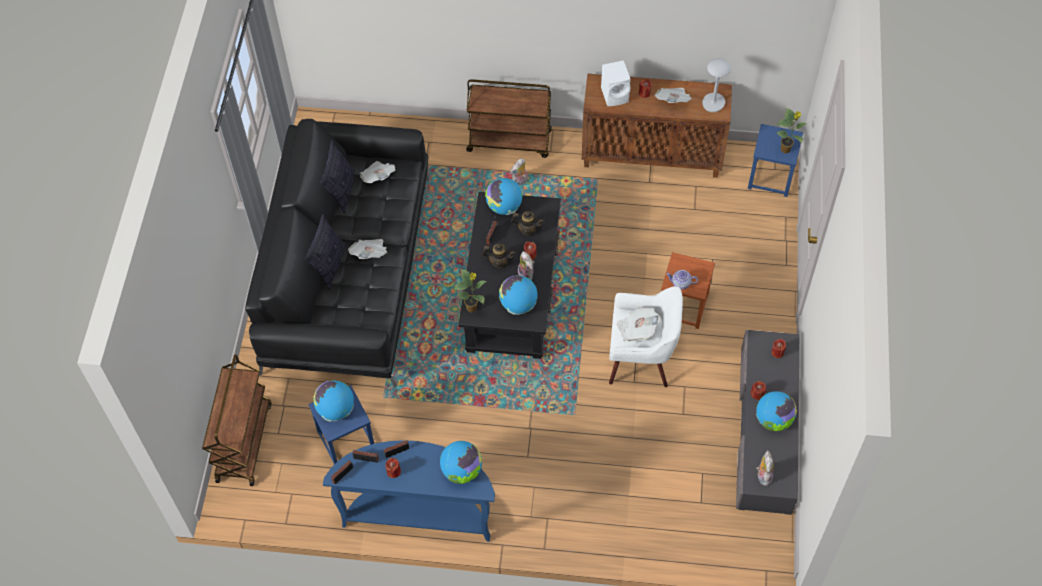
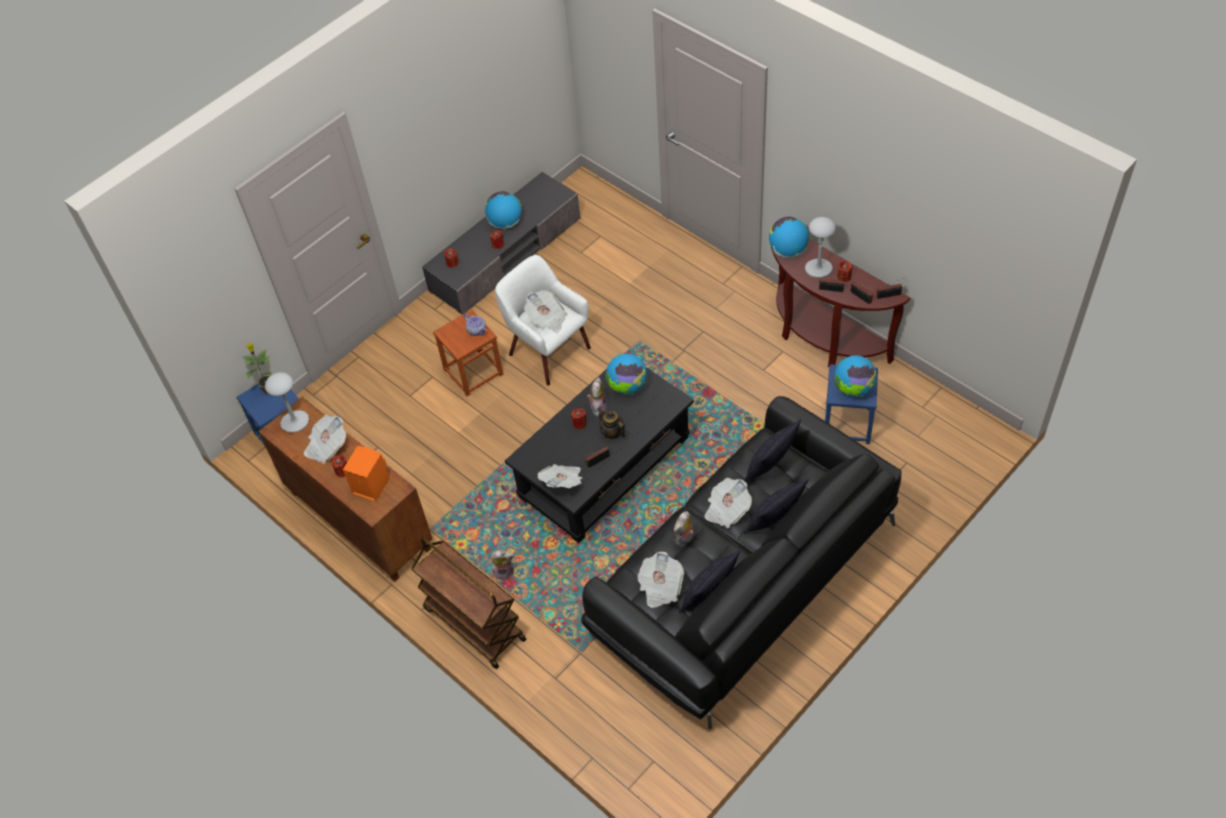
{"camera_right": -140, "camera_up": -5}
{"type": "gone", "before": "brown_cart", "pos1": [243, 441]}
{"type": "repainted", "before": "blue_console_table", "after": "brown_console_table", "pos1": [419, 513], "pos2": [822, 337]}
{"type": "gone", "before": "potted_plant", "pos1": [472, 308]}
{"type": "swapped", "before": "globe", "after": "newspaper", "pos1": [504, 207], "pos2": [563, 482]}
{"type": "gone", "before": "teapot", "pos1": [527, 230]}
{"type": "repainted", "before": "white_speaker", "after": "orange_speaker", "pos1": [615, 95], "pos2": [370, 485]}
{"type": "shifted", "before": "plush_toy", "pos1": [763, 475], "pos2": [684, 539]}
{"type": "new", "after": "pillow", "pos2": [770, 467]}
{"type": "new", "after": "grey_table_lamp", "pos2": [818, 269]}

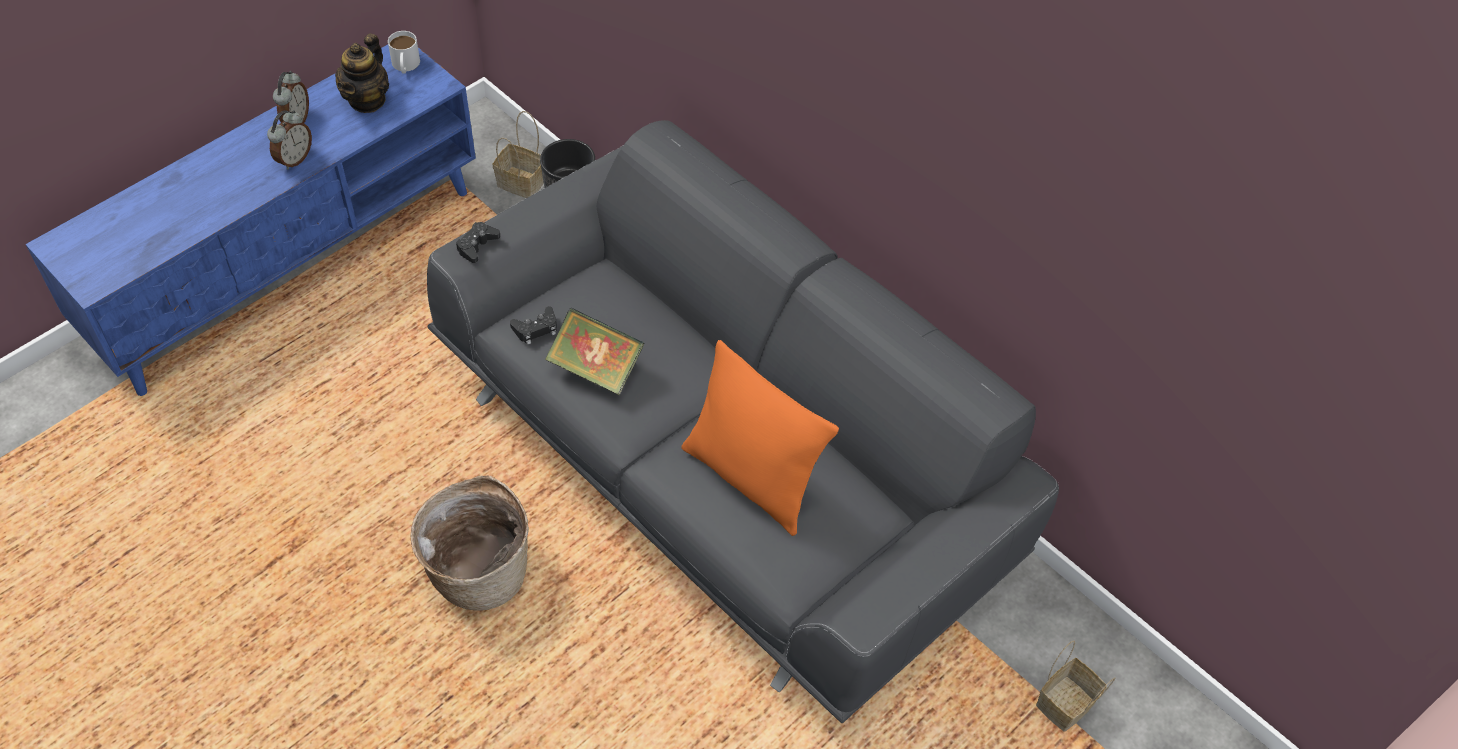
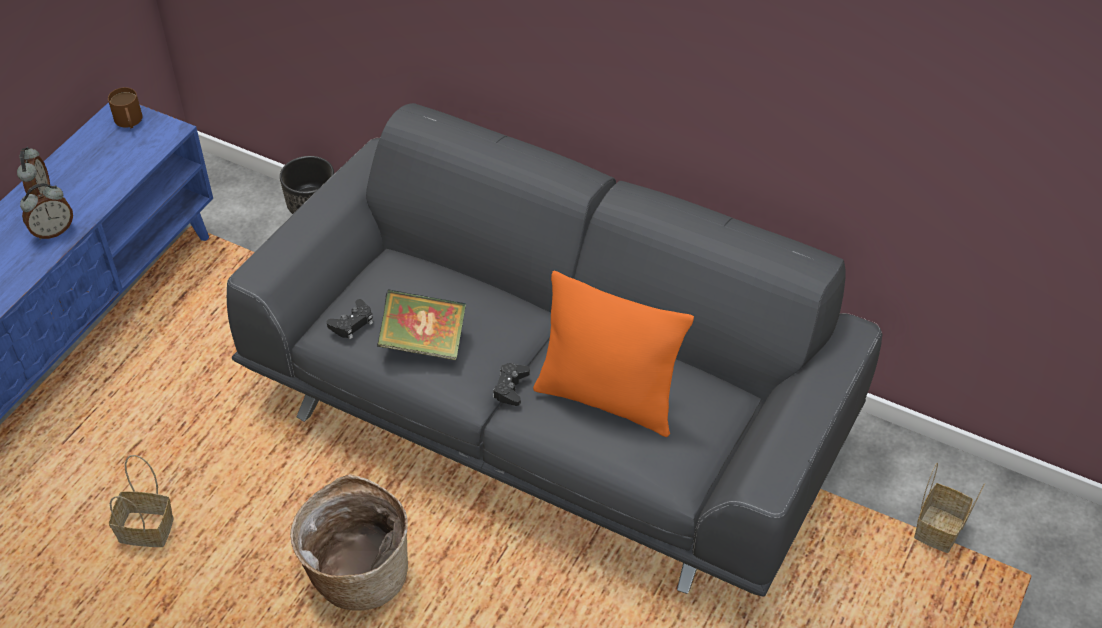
{"camera_right": -15, "camera_up": -5}
{"type": "rotated", "before": "alarm_clock", "pos1": [294, 159], "pos2": [53, 231], "turn": 45}
{"type": "gone", "before": "teapot", "pos1": [367, 100]}
{"type": "repainted", "before": "white_mug", "after": "brown_mug", "pos1": [405, 66], "pos2": [129, 121]}
{"type": "shifted", "before": "black_game_controller", "pos1": [477, 245], "pos2": [510, 387]}
{"type": "shifted", "before": "basket", "pos1": [523, 182], "pos2": [148, 530]}

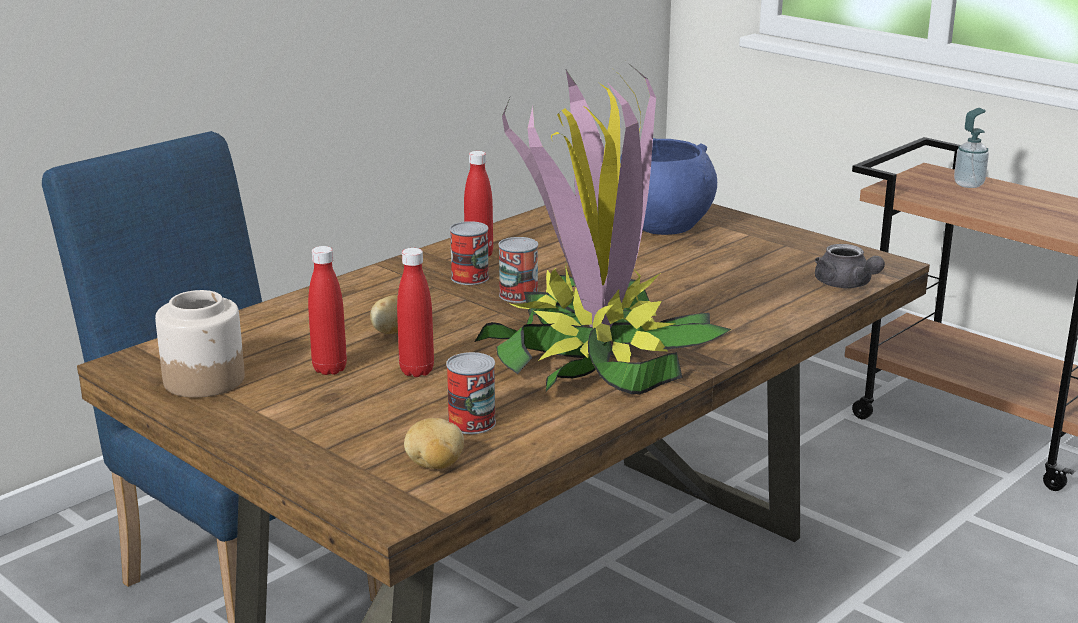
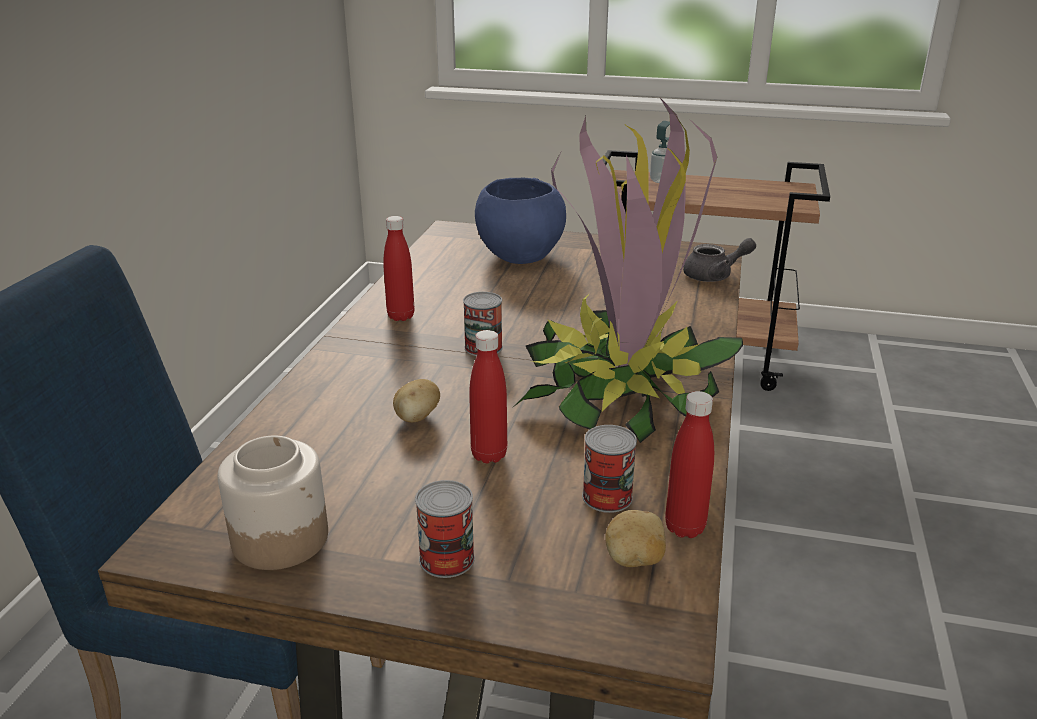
{"camera_right": -30, "camera_up": 5}
{"type": "shifted", "before": "red_bottle", "pos1": [329, 369], "pos2": [685, 528]}
{"type": "shifted", "before": "can", "pos1": [470, 277], "pos2": [447, 559]}
{"type": "rotated", "before": "grey_teapot", "pos1": [846, 285], "pos2": [714, 276], "turn": -45}

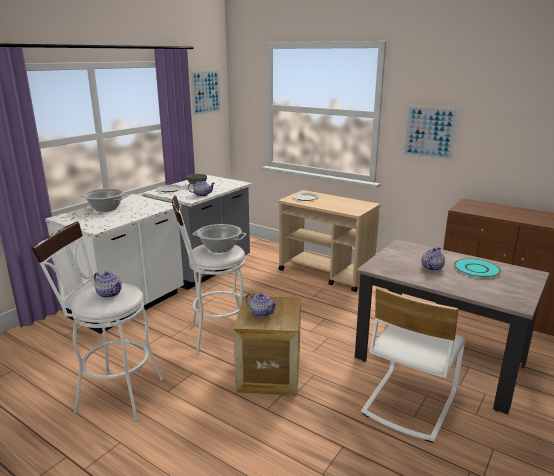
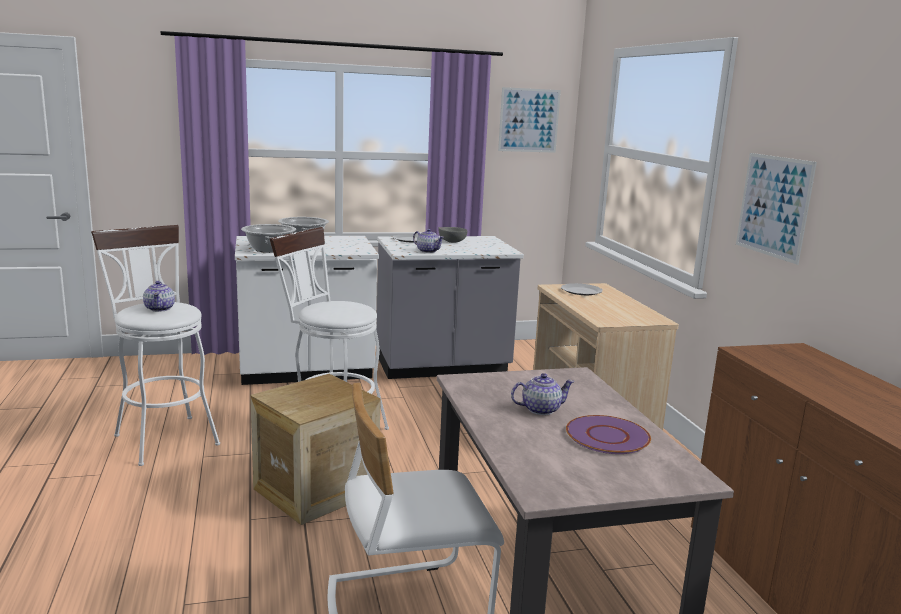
{"camera_right": 40, "camera_up": -5}
{"type": "shifted", "before": "cooking_pot", "pos1": [220, 248], "pos2": [269, 249]}
{"type": "gone", "before": "teapot", "pos1": [261, 313]}
{"type": "repainted", "before": "turquoise_plate", "after": "purple_plate", "pos1": [476, 269], "pos2": [607, 436]}

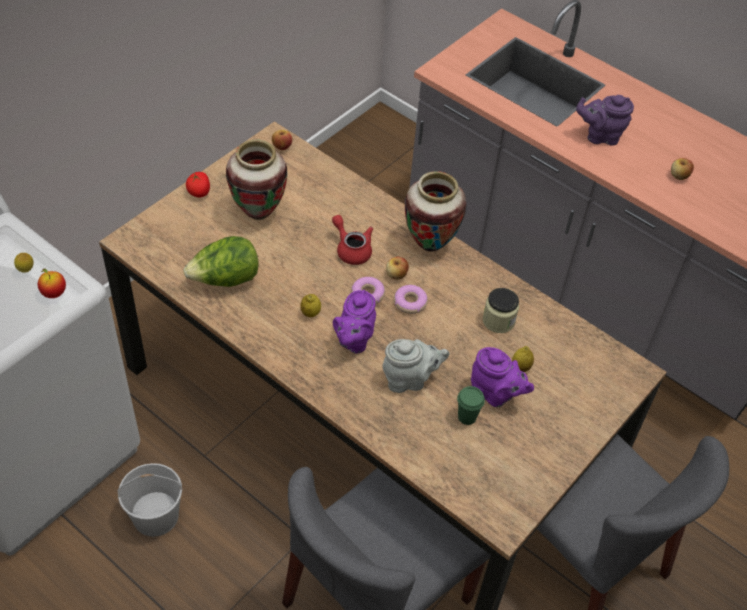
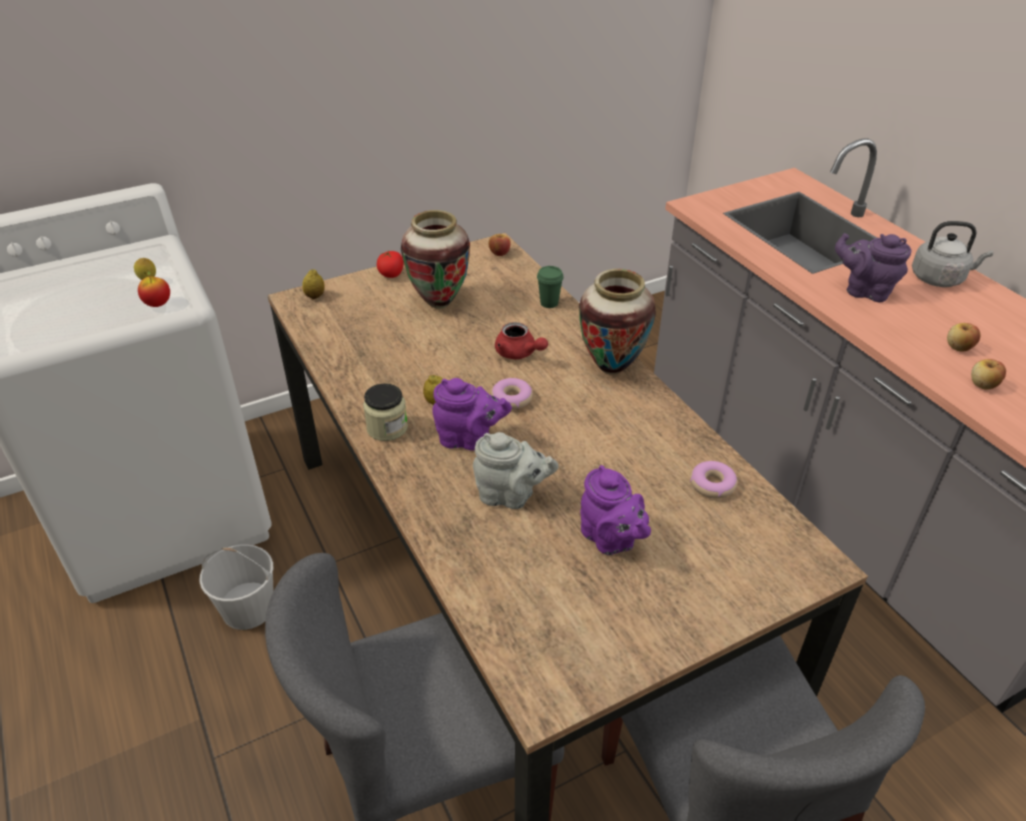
{"camera_right": 25, "camera_up": -10}
{"type": "gone", "before": "lettuce", "pos1": [225, 280]}
{"type": "rotated", "before": "red_teapot", "pos1": [351, 249], "pos2": [519, 353], "turn": 150}
{"type": "rotated", "before": "purple_teapot", "pos1": [354, 340], "pos2": [469, 439], "turn": -120}
{"type": "shifted", "before": "apple", "pos1": [396, 275], "pos2": [983, 385]}
{"type": "shifted", "before": "donut", "pos1": [410, 302], "pos2": [712, 484]}
{"type": "shifted", "before": "green_cup", "pos1": [467, 417], "pos2": [549, 303]}
{"type": "shifted", "before": "jar", "pos1": [498, 321], "pos2": [387, 428]}
{"type": "shifted", "before": "lemon", "pos1": [521, 367], "pos2": [315, 296]}
{"type": "new", "after": "grey_kettle", "pos2": [940, 279]}

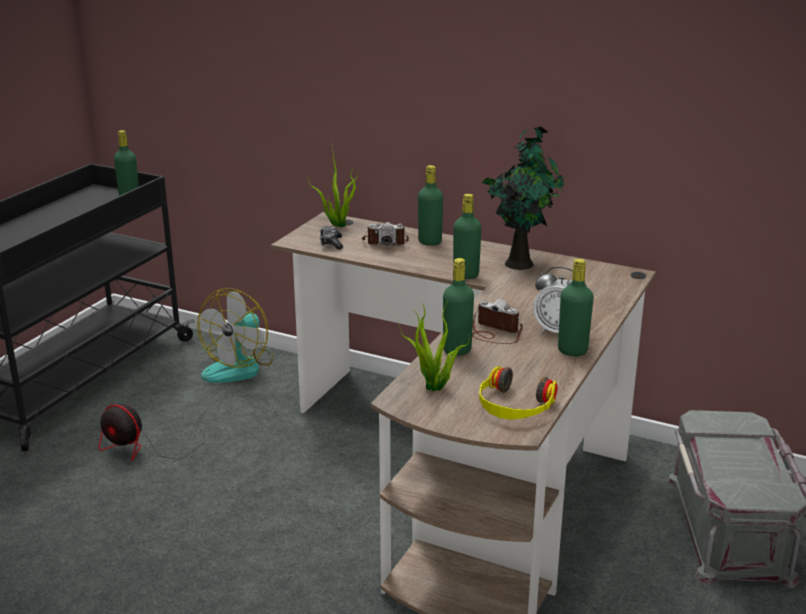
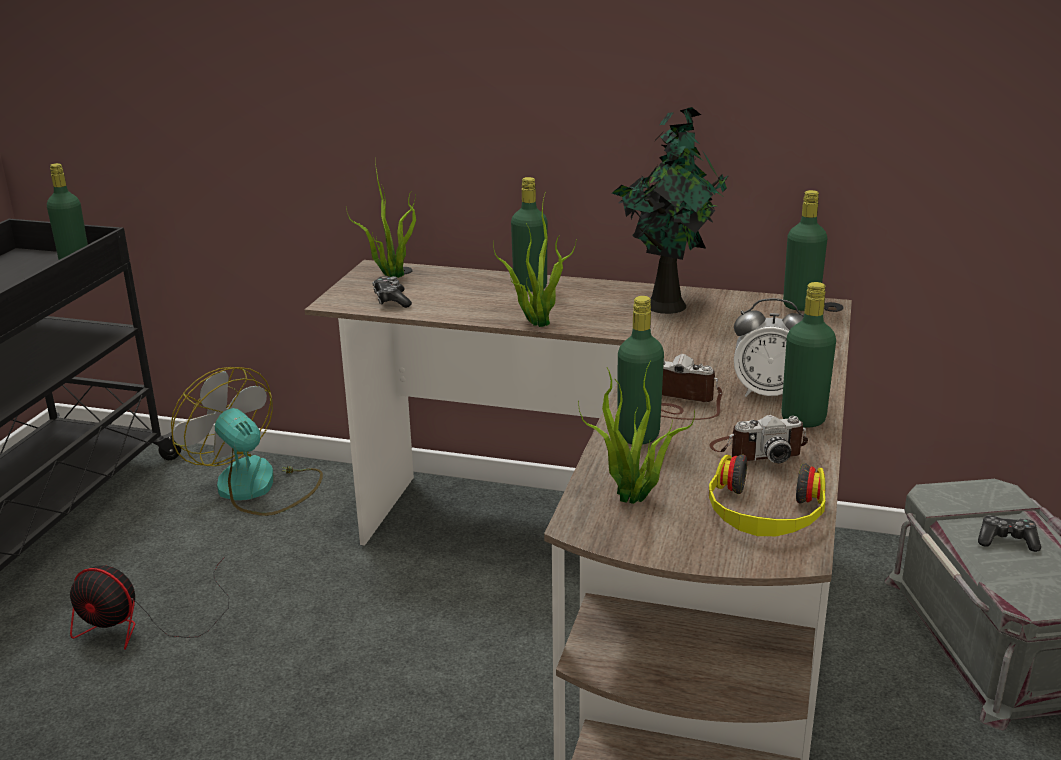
{"camera_right": -10, "camera_up": 0}
{"type": "rotated", "before": "fan", "pos1": [239, 366], "pos2": [257, 488], "turn": 120}
{"type": "shifted", "before": "photo_camera", "pos1": [385, 242], "pos2": [757, 451]}
{"type": "shifted", "before": "green_bottle", "pos1": [466, 275], "pos2": [801, 306]}
{"type": "new", "after": "potted_plant", "pos2": [537, 322]}
{"type": "new", "after": "game_controller", "pos2": [1006, 541]}

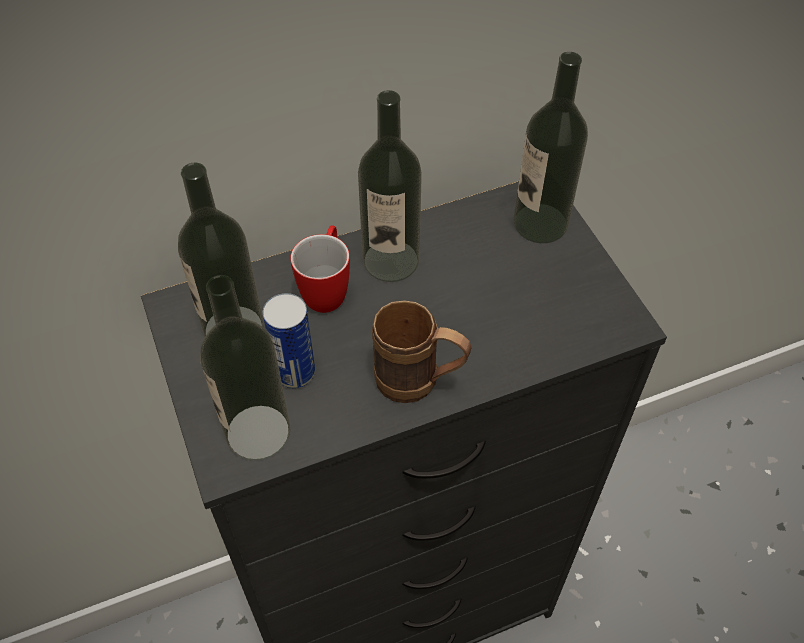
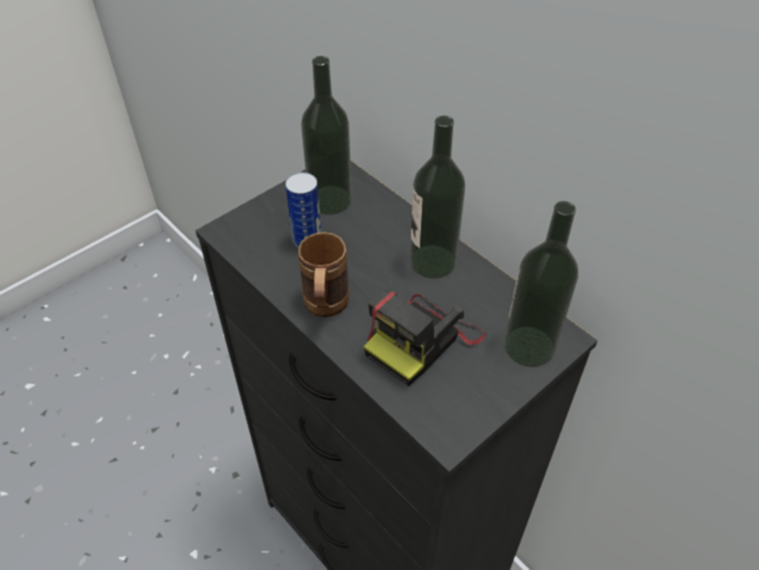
{"camera_right": 70, "camera_up": -5}
{"type": "gone", "before": "bottle", "pos1": [258, 432]}
{"type": "gone", "before": "mug", "pos1": [327, 289]}
{"type": "new", "after": "photo_camera", "pos2": [422, 340]}

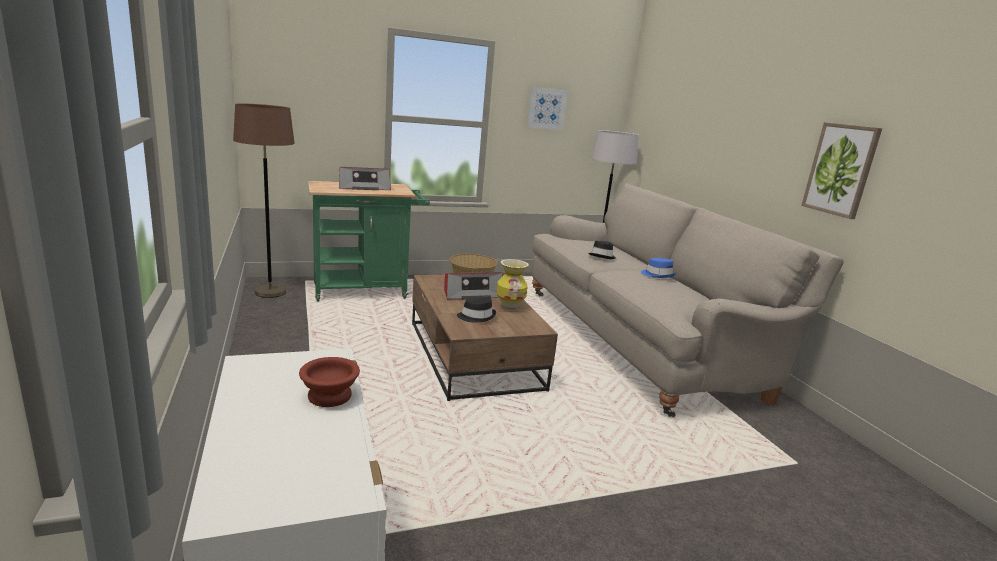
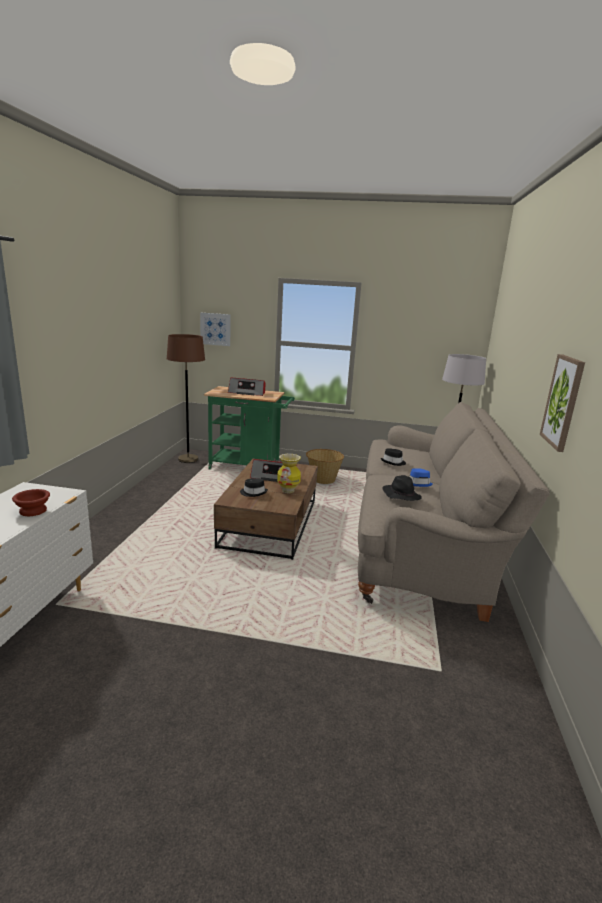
{"camera_right": 30, "camera_up": 0}
{"type": "shifted", "before": "picture", "pos1": [546, 108], "pos2": [215, 329]}
{"type": "new", "after": "black_hat", "pos2": [401, 495]}

